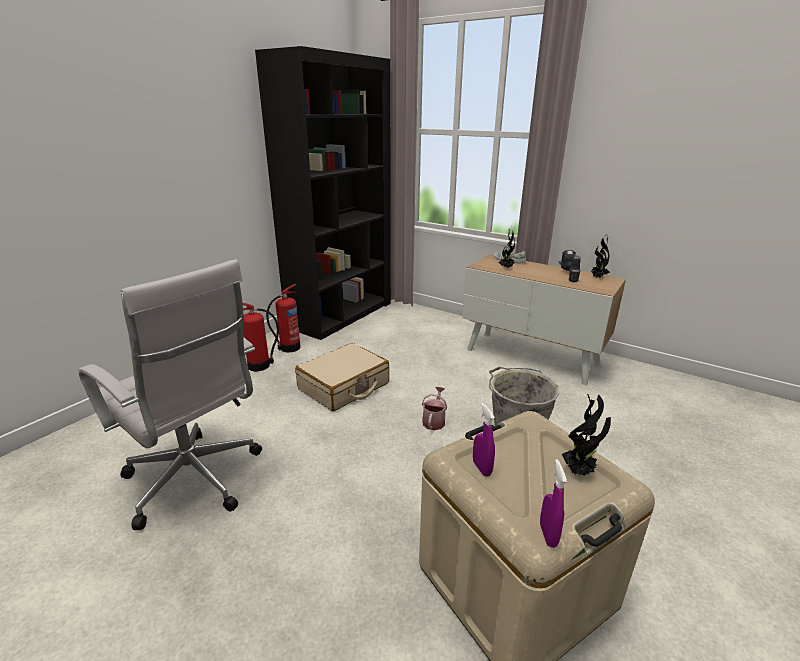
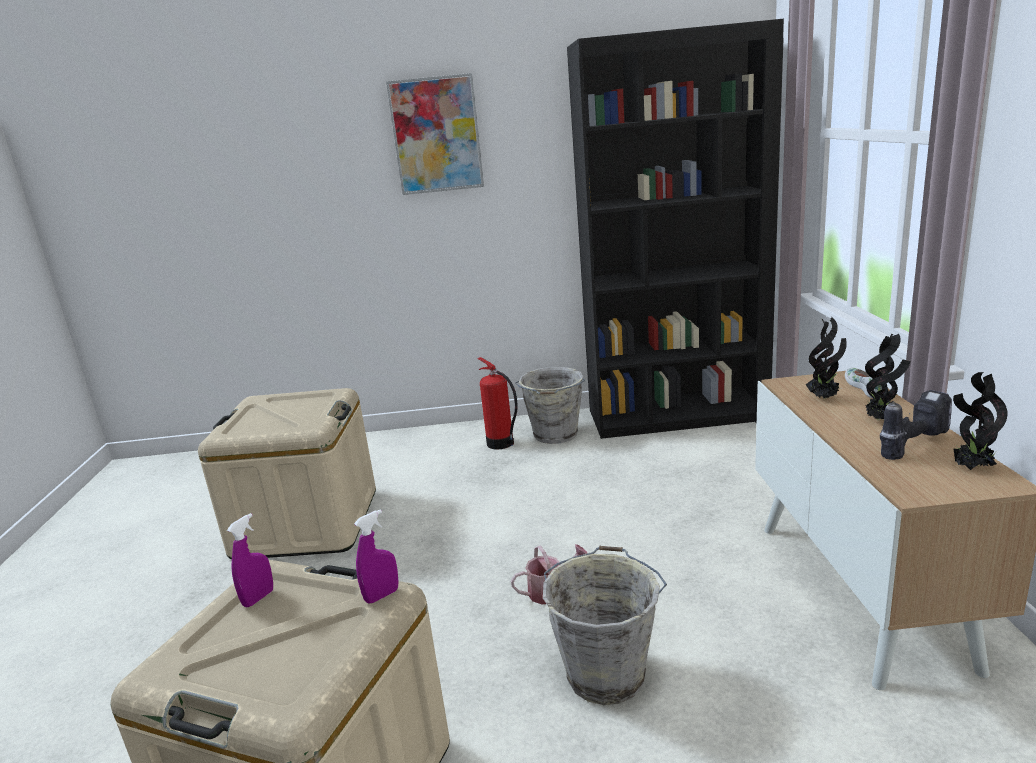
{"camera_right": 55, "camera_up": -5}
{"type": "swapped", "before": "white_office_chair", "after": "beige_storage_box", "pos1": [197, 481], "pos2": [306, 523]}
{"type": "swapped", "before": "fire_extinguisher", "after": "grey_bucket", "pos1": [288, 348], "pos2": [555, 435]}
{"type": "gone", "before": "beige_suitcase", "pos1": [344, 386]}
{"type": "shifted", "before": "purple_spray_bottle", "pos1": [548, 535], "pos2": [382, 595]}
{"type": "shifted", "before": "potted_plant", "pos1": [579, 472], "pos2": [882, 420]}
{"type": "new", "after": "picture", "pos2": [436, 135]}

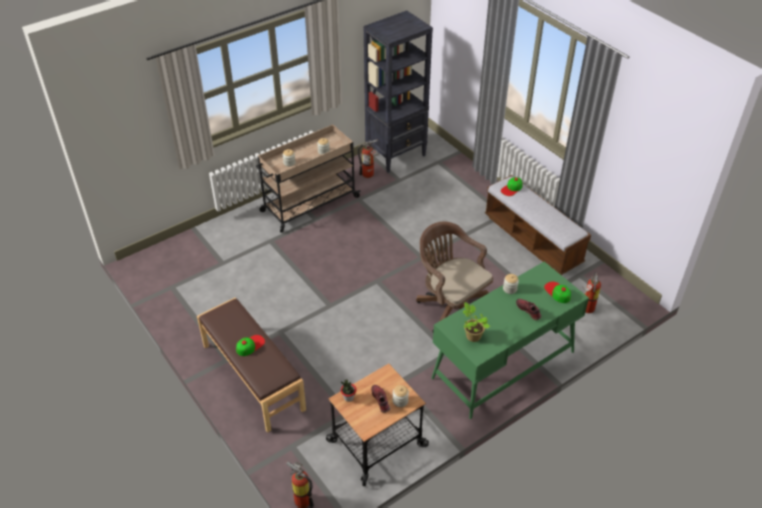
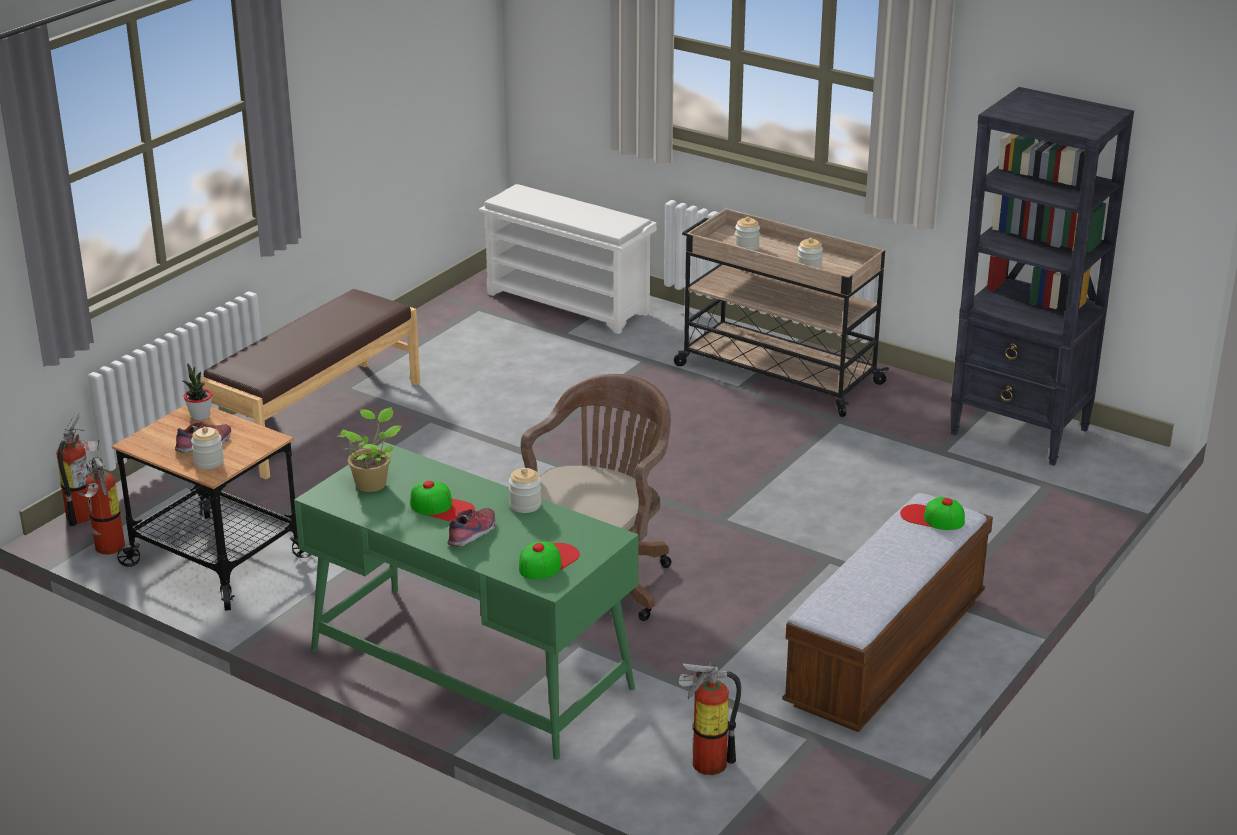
{"camera_right": 70, "camera_up": -15}
{"type": "shifted", "before": "cap", "pos1": [250, 345], "pos2": [442, 507]}
{"type": "shifted", "before": "fire_extinguisher", "pos1": [369, 175], "pos2": [108, 549]}
{"type": "new", "after": "white_shoe_rack", "pos2": [569, 303]}

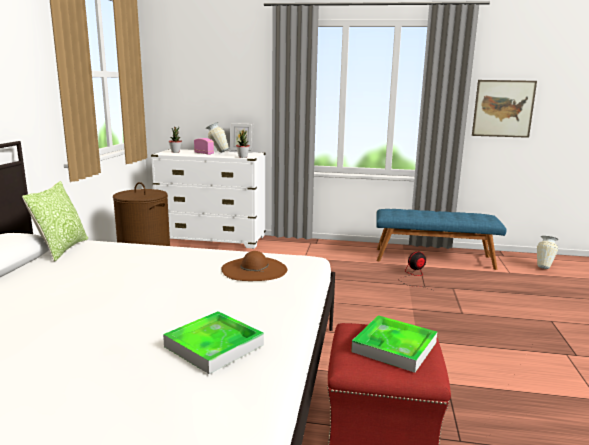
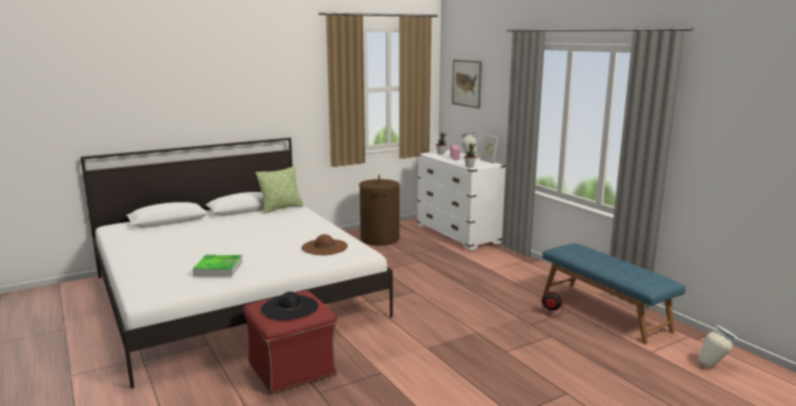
{"camera_right": 50, "camera_up": 0}
{"type": "swapped", "before": "tray", "after": "black_hat", "pos1": [394, 347], "pos2": [289, 307]}
{"type": "shifted", "before": "picture", "pos1": [503, 108], "pos2": [466, 83]}

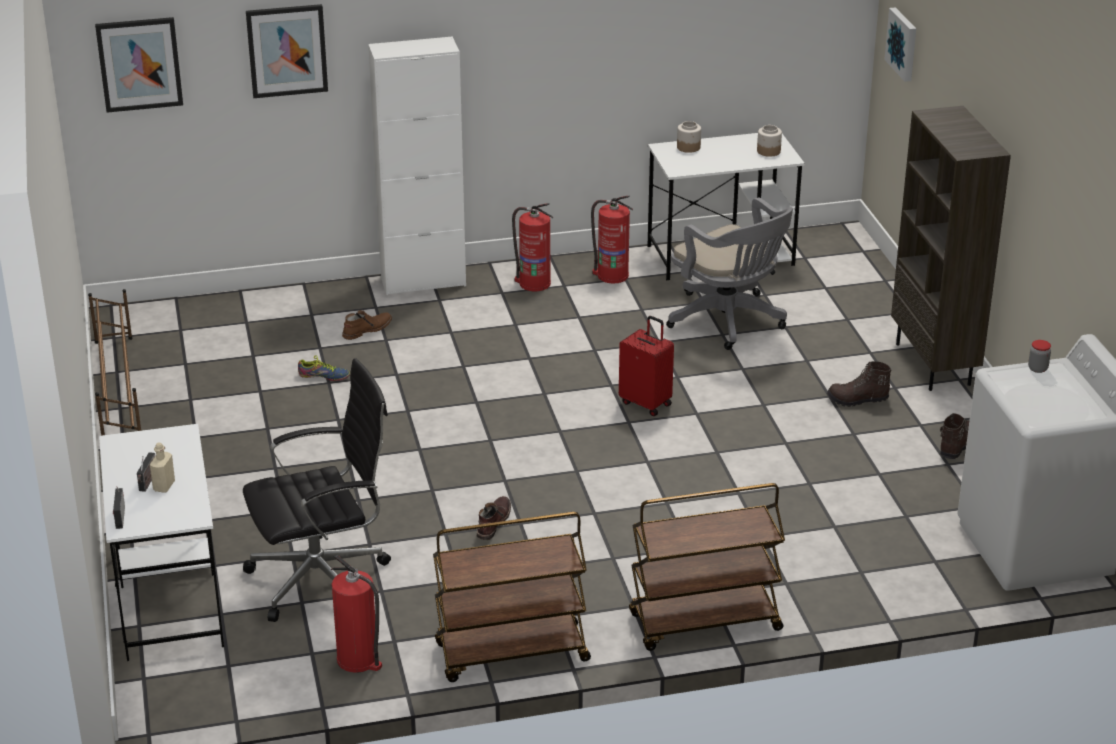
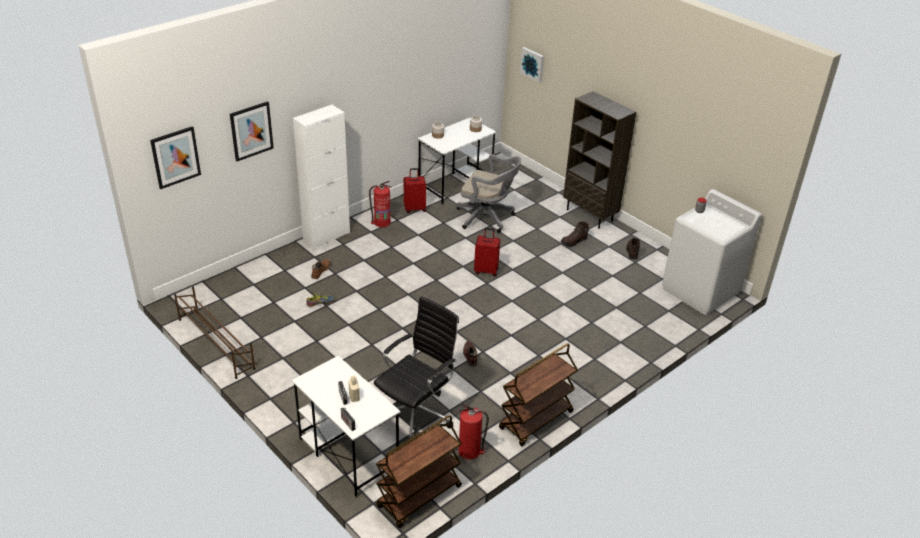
{"camera_right": -30, "camera_up": 5}
{"type": "swapped", "before": "fire_extinguisher", "after": "red_suitcase", "pos1": [611, 275], "pos2": [415, 208]}
{"type": "shifted", "before": "brown_cart", "pos1": [704, 623], "pos2": [419, 497]}

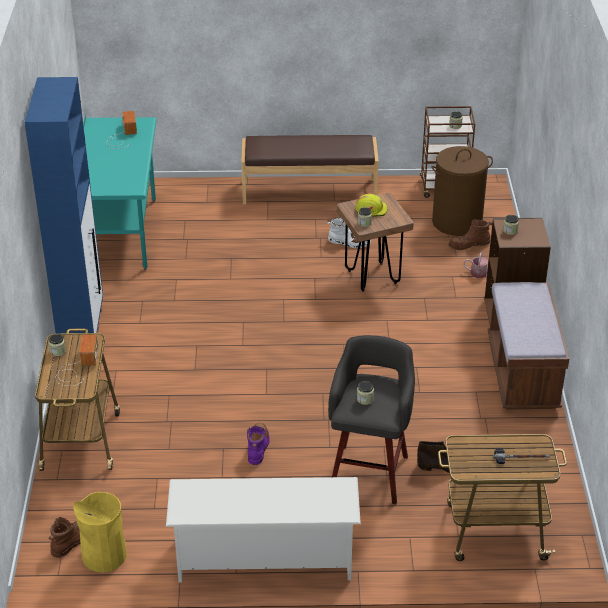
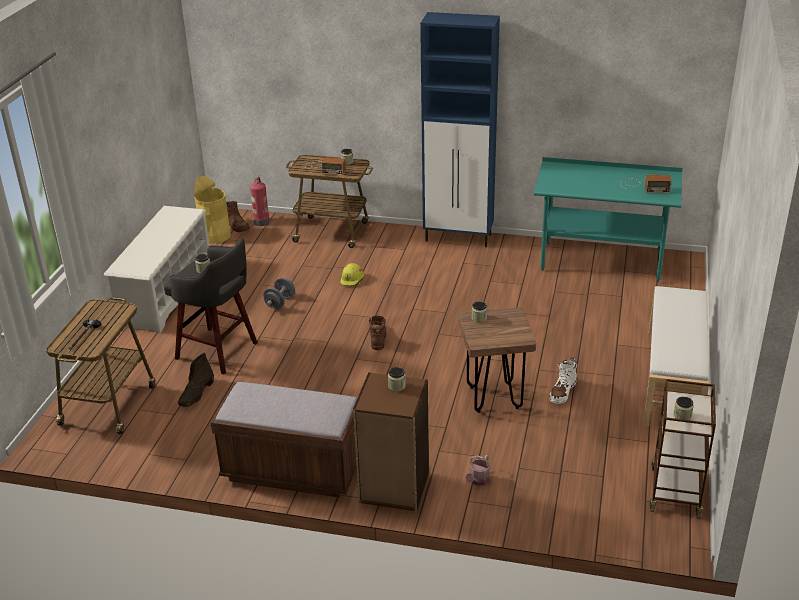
{"camera_right": 105, "camera_up": -5}
{"type": "repainted", "before": "brown_bench", "after": "white_bench", "pos1": [309, 191], "pos2": [673, 379]}
{"type": "swapped", "before": "purple_boot", "after": "grey_dumbbell", "pos1": [258, 447], "pos2": [280, 303]}
{"type": "shifted", "before": "yellow_hard_hat", "pos1": [371, 210], "pos2": [352, 280]}
{"type": "gone", "before": "brown_laundry_basket", "pos1": [457, 222]}
{"type": "shifted", "before": "brown_boot", "pos1": [469, 244], "pos2": [377, 337]}
{"type": "new", "after": "fire_extinguisher", "pos2": [261, 221]}

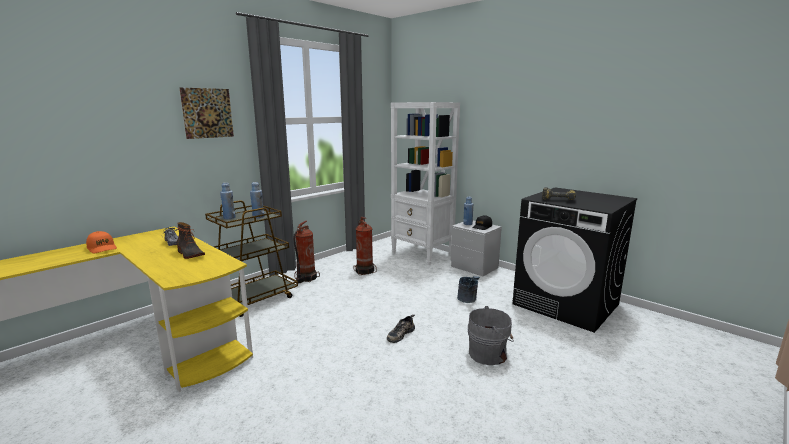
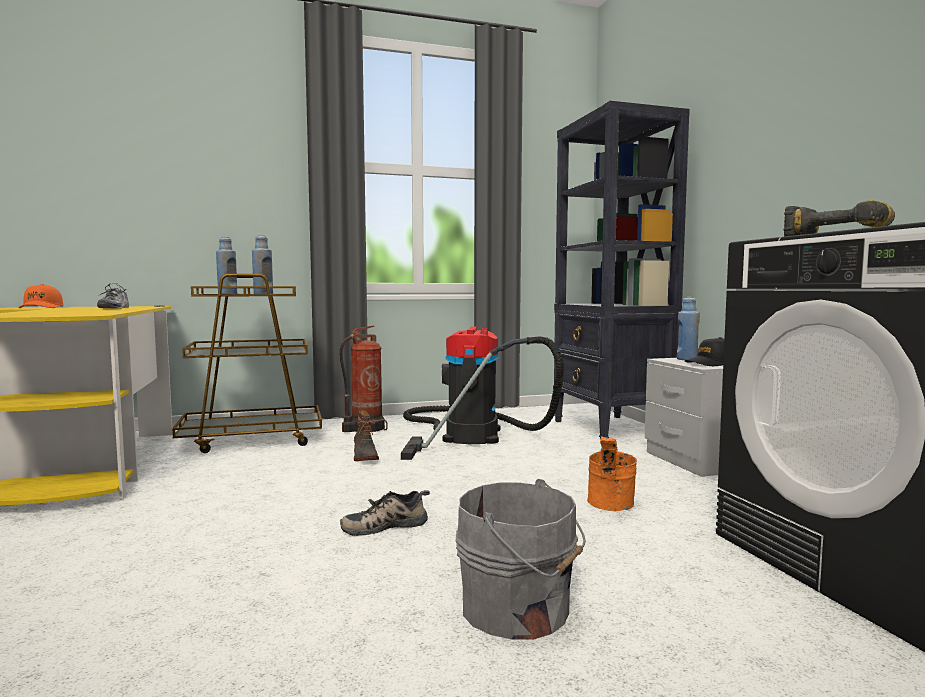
{"camera_right": 30, "camera_up": -10}
{"type": "shifted", "before": "boot", "pos1": [190, 254], "pos2": [364, 456]}
{"type": "gone", "before": "picture", "pos1": [207, 113]}
{"type": "swapped", "before": "fire_extinguisher", "after": "vacuum_cleaner", "pos1": [364, 271], "pos2": [470, 434]}
{"type": "repainted", "before": "white_bookcase", "after": "black_bookcase", "pos1": [422, 254], "pos2": [611, 429]}
{"type": "repainted", "before": "grey_bucket", "after": "orange_bucket", "pos1": [468, 300], "pos2": [610, 506]}

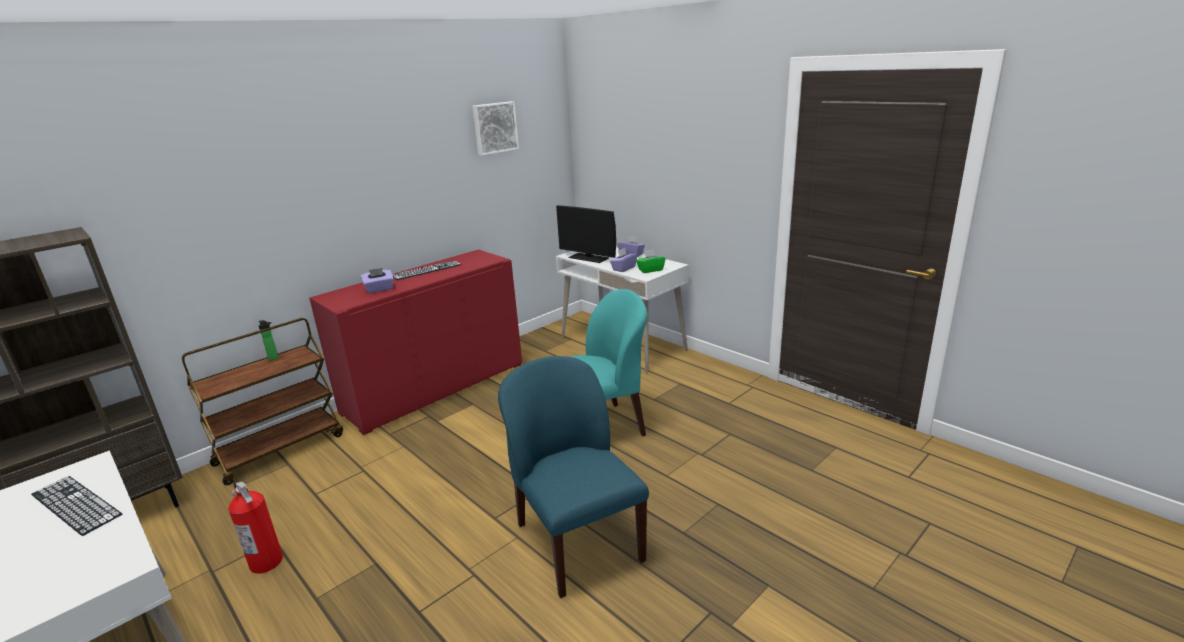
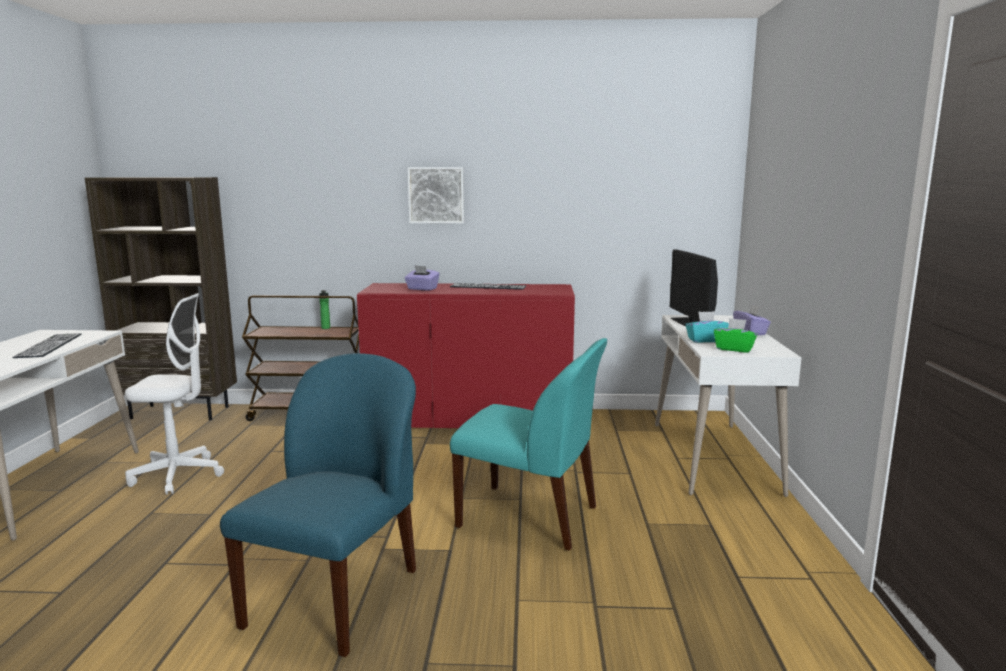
{"camera_right": 45, "camera_up": -10}
{"type": "swapped", "before": "fire_extinguisher", "after": "white_office_chair", "pos1": [267, 561], "pos2": [178, 475]}
{"type": "shifted", "before": "picture", "pos1": [494, 128], "pos2": [436, 195]}
{"type": "repainted", "before": "purple_tissue_box", "after": "turquoise_tissue_box", "pos1": [623, 268], "pos2": [705, 340]}

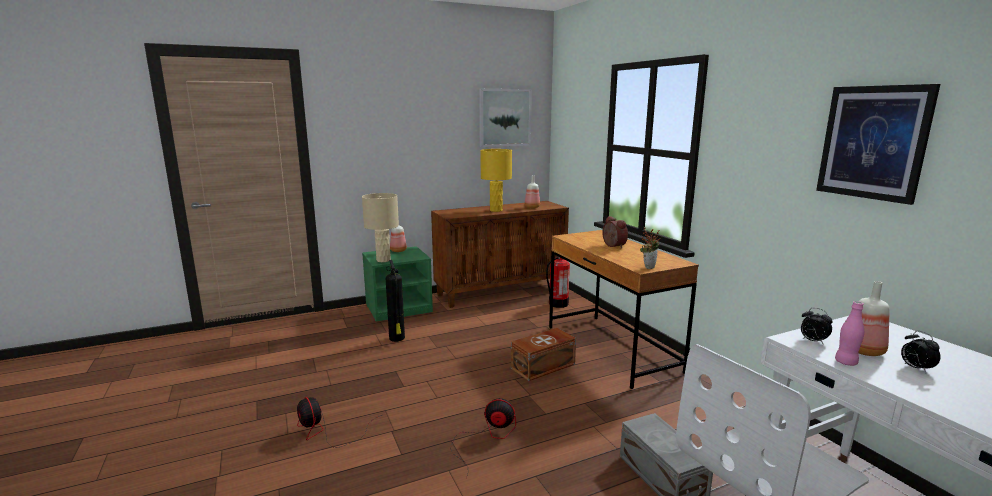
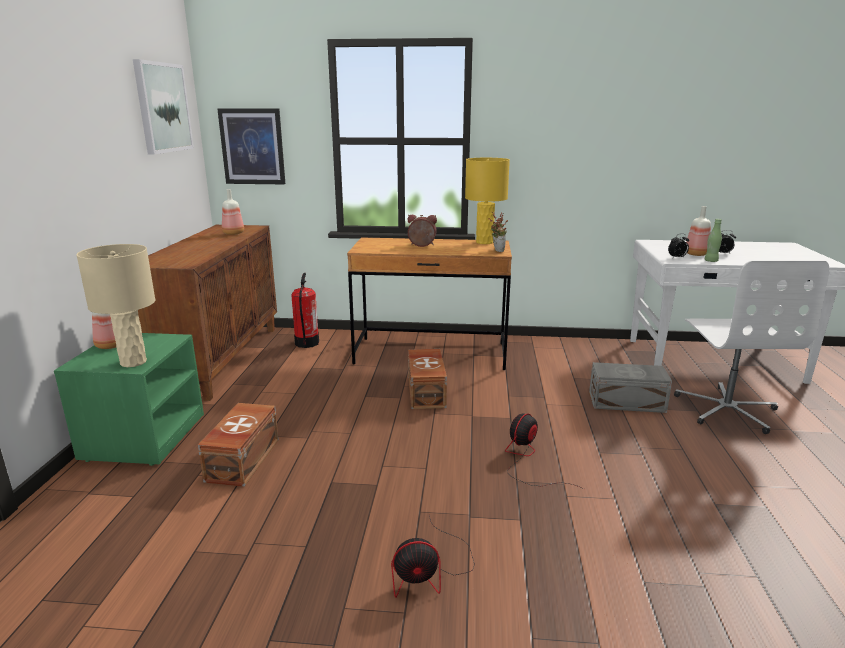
{"camera_right": -60, "camera_up": 5}
{"type": "swapped", "before": "fire_extinguisher", "after": "brown_storage_box", "pos1": [397, 339], "pos2": [241, 460]}
{"type": "shifted", "before": "yellow_table_lamp", "pos1": [496, 210], "pos2": [485, 242]}
{"type": "shifted", "before": "picture", "pos1": [873, 142], "pos2": [252, 146]}
{"type": "repainted", "before": "pink_bottle", "after": "green_bottle", "pos1": [846, 362], "pos2": [711, 261]}

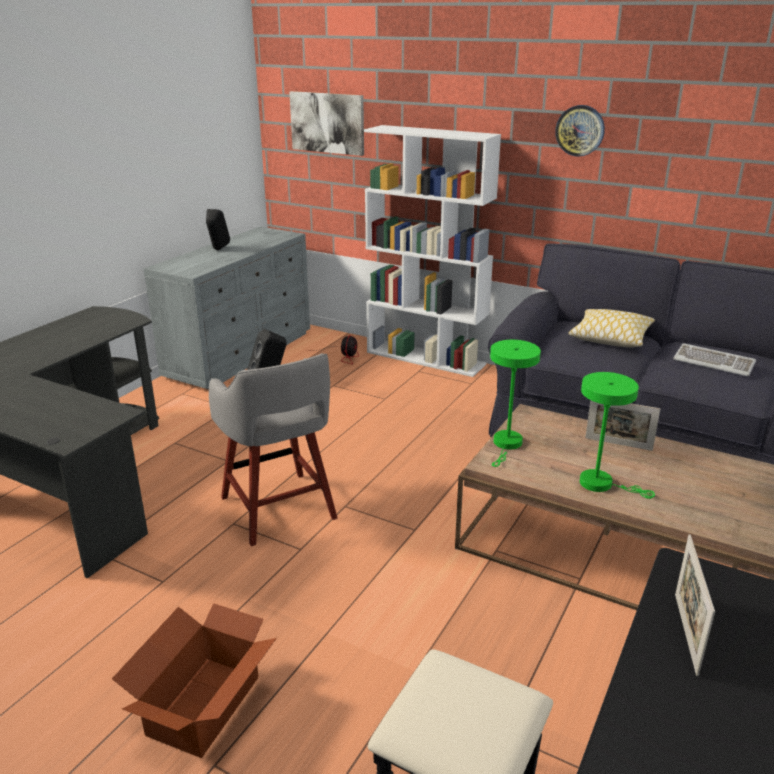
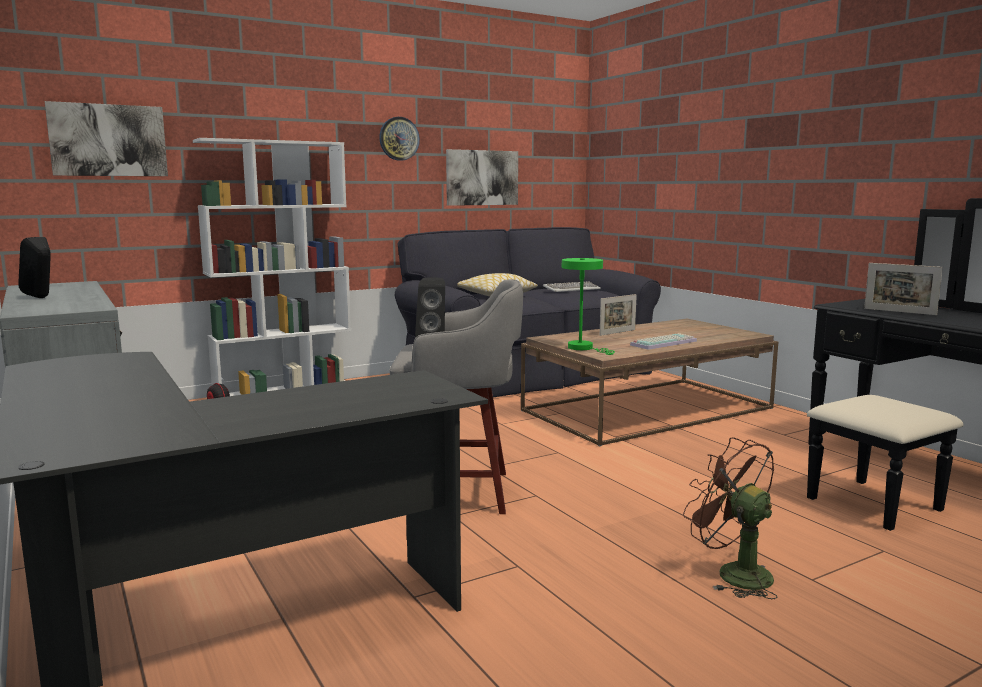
{"camera_right": -60, "camera_up": -15}
{"type": "swapped", "before": "cardboard_box", "after": "brown_fan", "pos1": [202, 706], "pos2": [733, 573]}
{"type": "swapped", "before": "green_table_lamp", "after": "keyboard", "pos1": [602, 484], "pos2": [663, 343]}
{"type": "new", "after": "picture", "pos2": [481, 177]}

